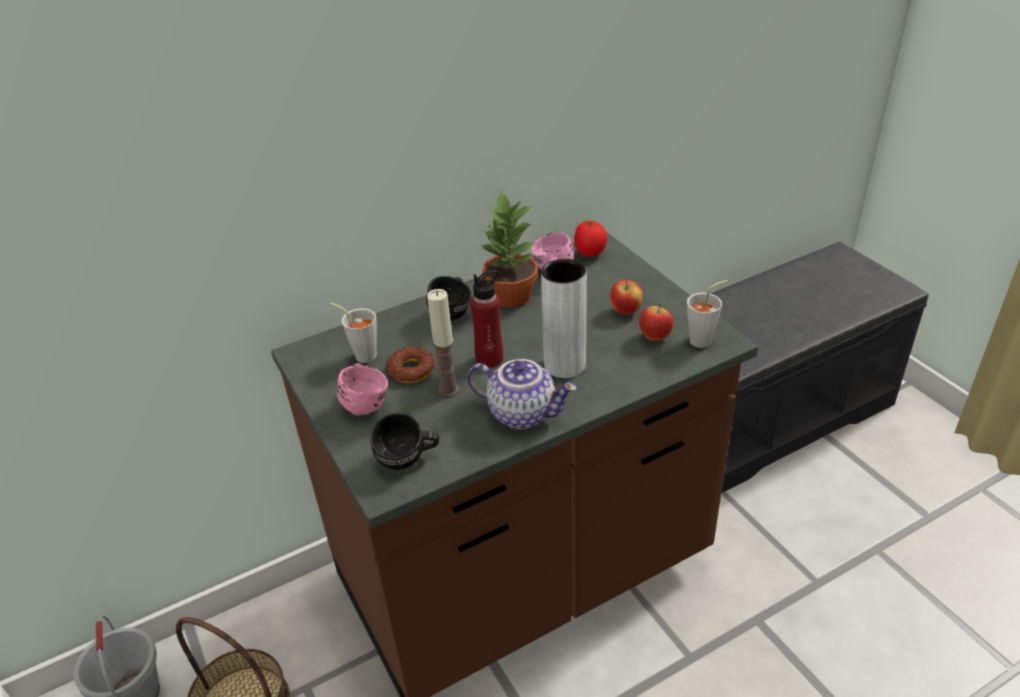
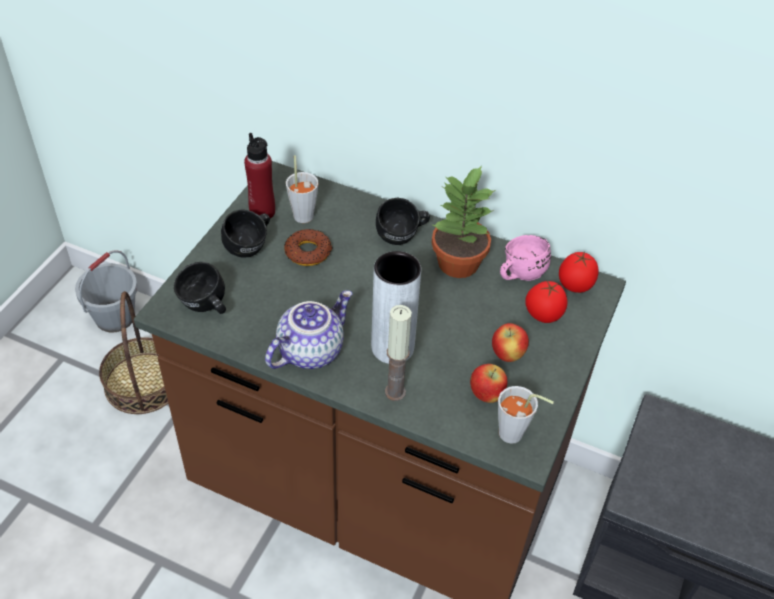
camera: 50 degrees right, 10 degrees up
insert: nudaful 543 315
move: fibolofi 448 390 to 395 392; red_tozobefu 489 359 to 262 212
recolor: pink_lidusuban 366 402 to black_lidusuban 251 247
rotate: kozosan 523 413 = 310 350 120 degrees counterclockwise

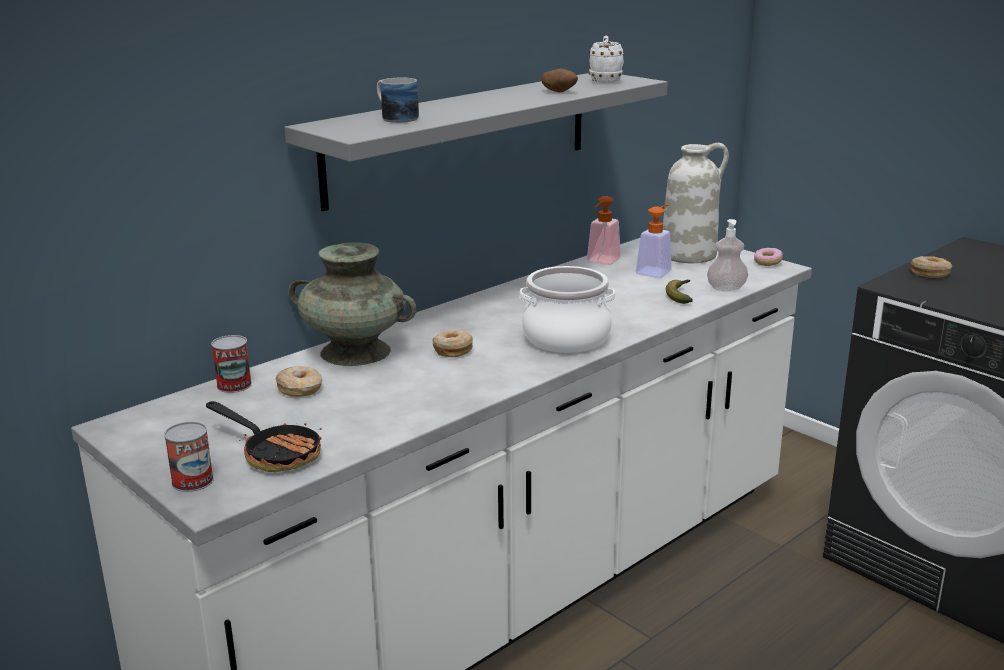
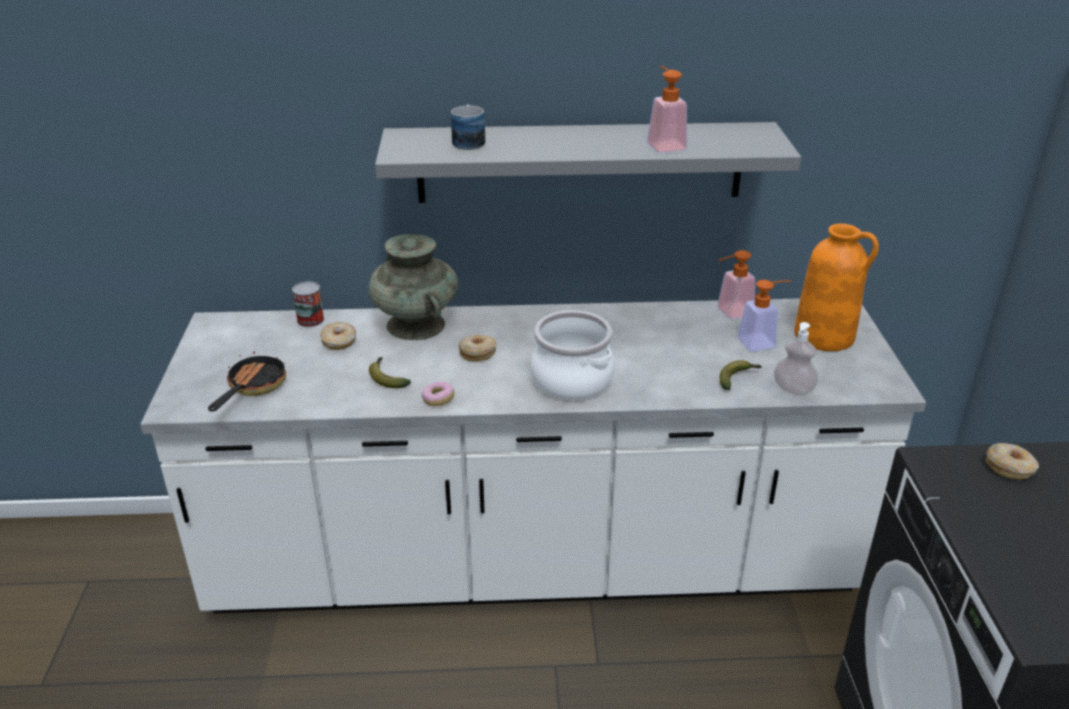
camera: 40 degrees right, 10 degrees up
delete: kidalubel 192 481; white_lidusuban 605 80
insert: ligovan 387 377
move: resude 767 263 to 438 400
replace: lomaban 559 92 to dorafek 663 144
recolor: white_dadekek 689 254 to orange_dadekek 825 336
rotate: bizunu 274 453 = 252 387 150 degrees counterclockwise

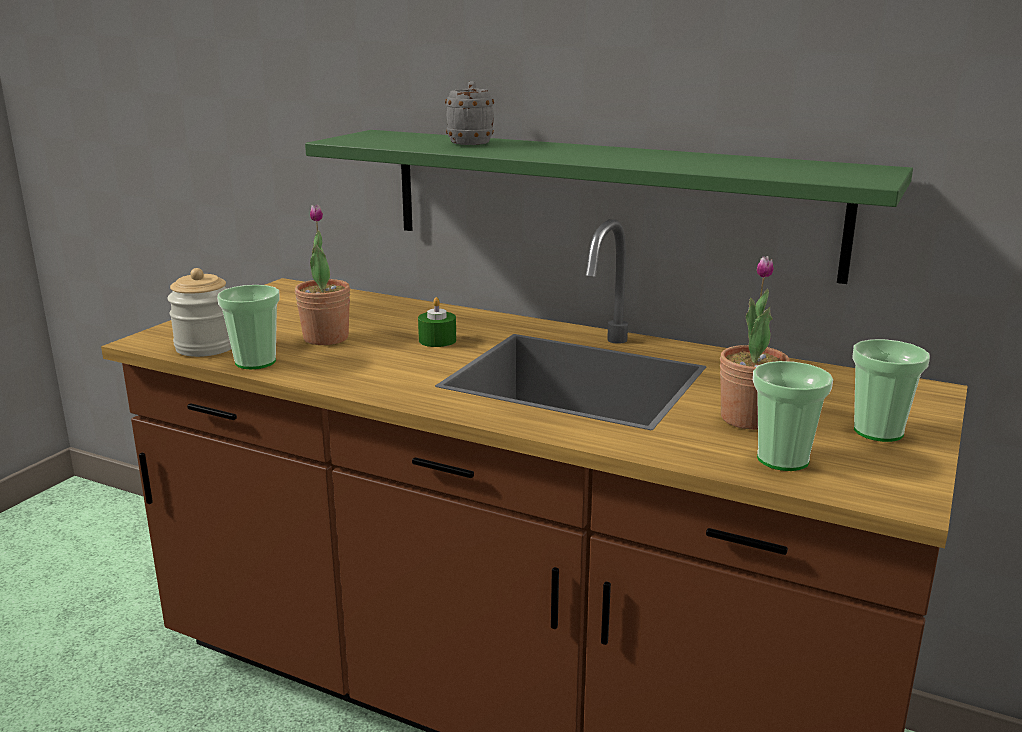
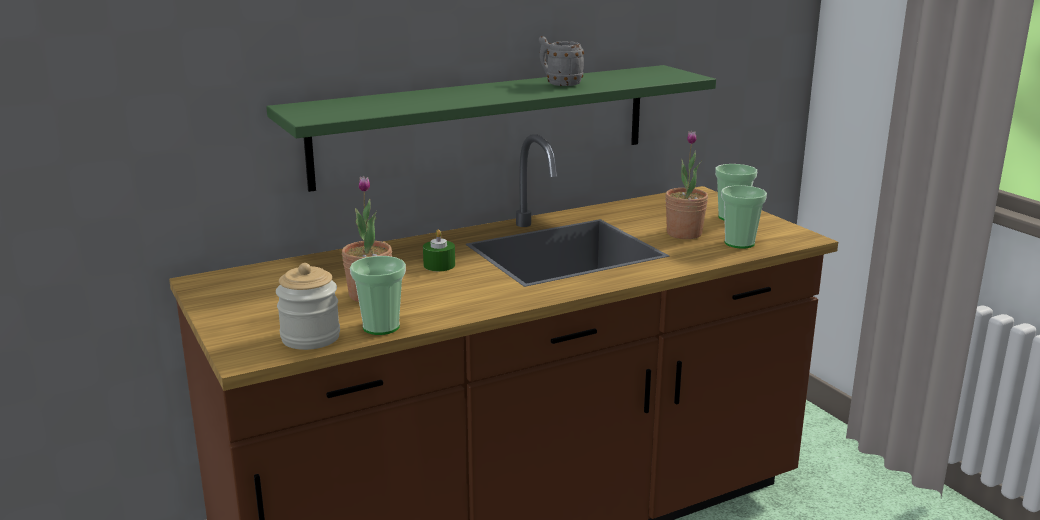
camera: 55 degrees left, 0 degrees up
move: grey_lidusuban 470 142 to 559 83

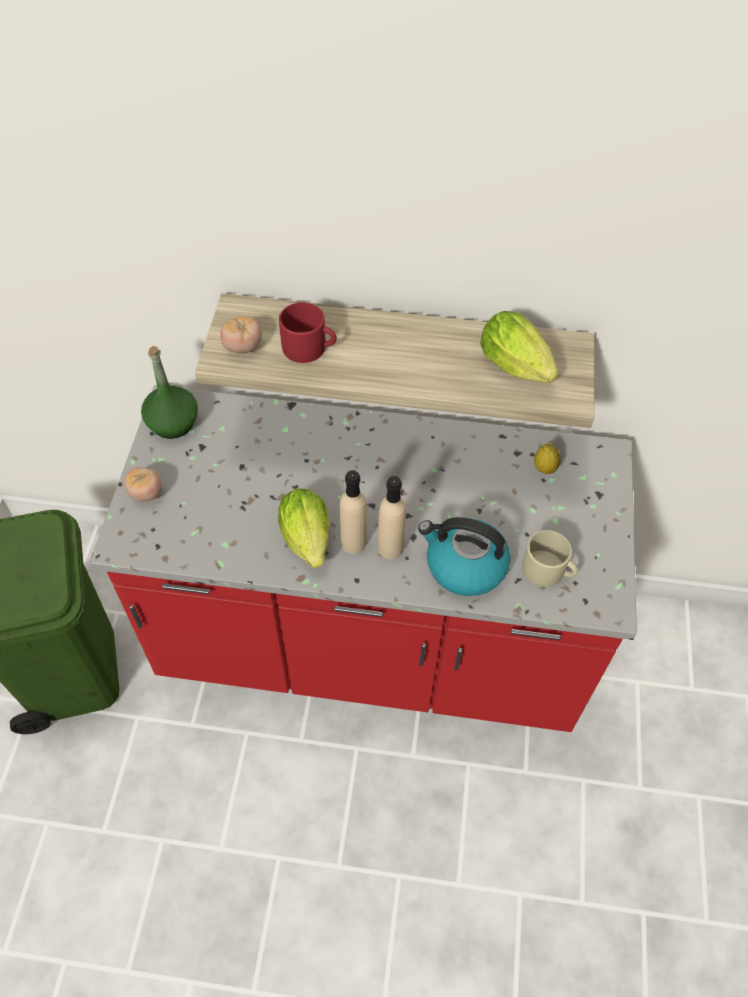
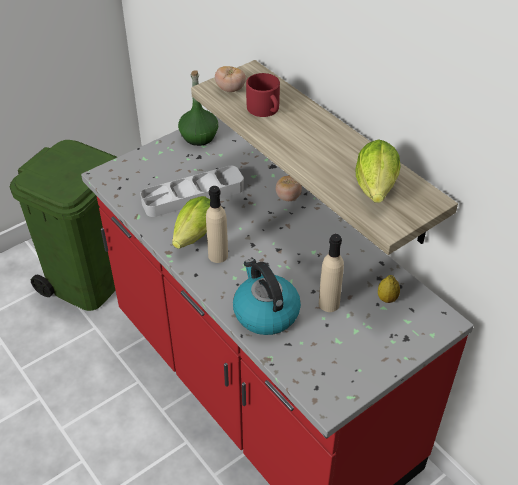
camera: 45 degrees right, 10 degrees down
delete: beige_lidusuban 548 571
insert: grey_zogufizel 193 195
move: nudaful 146 493 to 288 197; beige_tozobefu 390 548 to 329 303

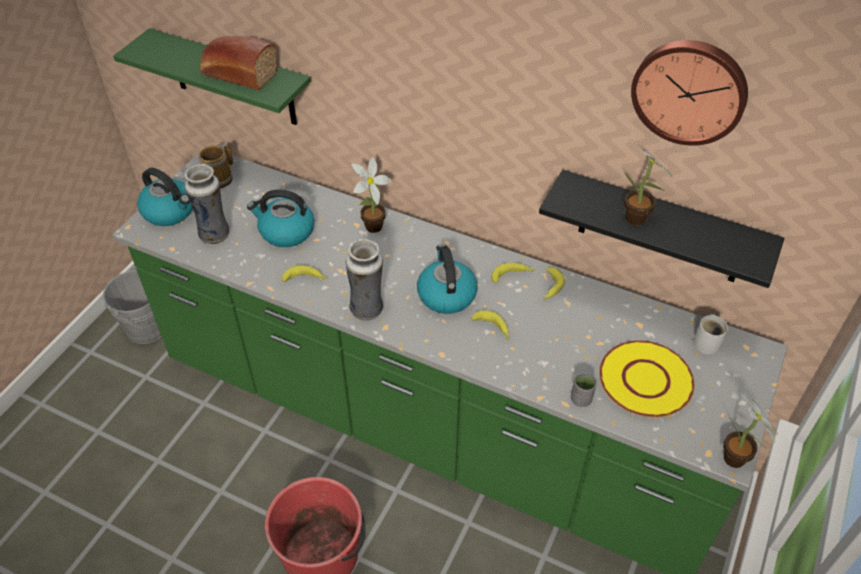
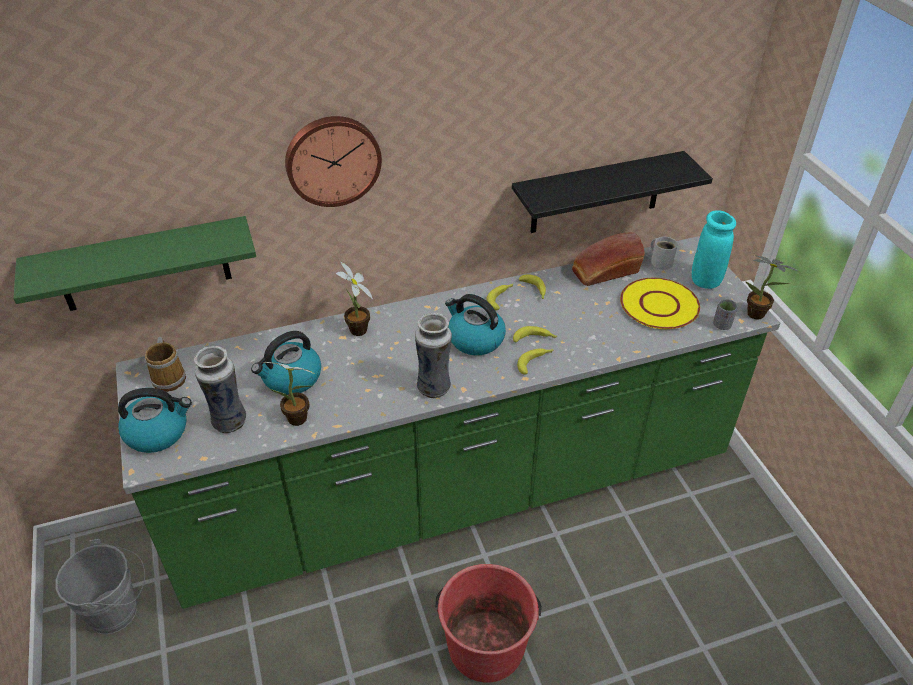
camera: 45 degrees left, 5 degrees down
insert: turquoise_dadekek 705 280
move: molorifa 237 74 to 604 272; ligovan 306 279 to 535 362; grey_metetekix 581 399 to 722 325; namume 637 221 to 300 420; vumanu 690 90 to 332 159

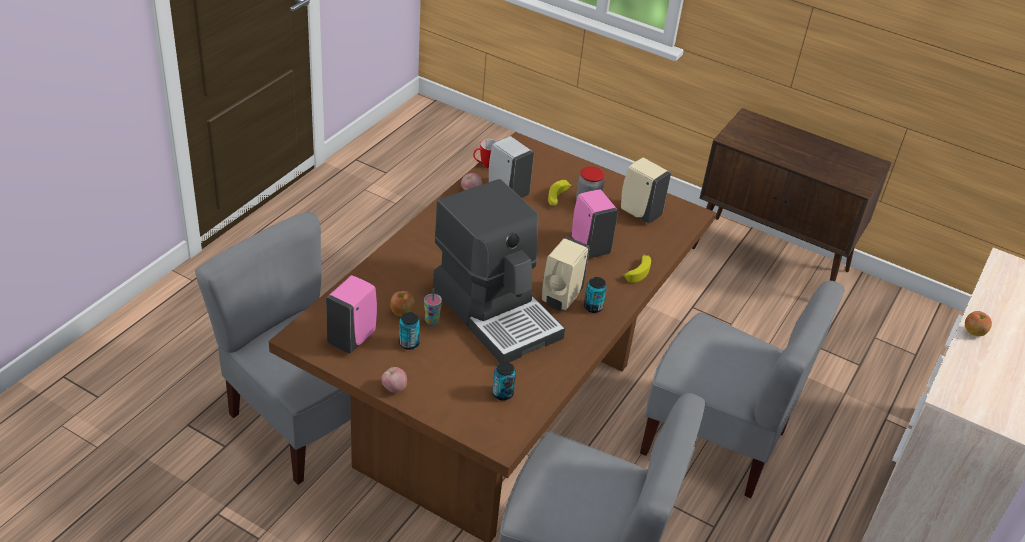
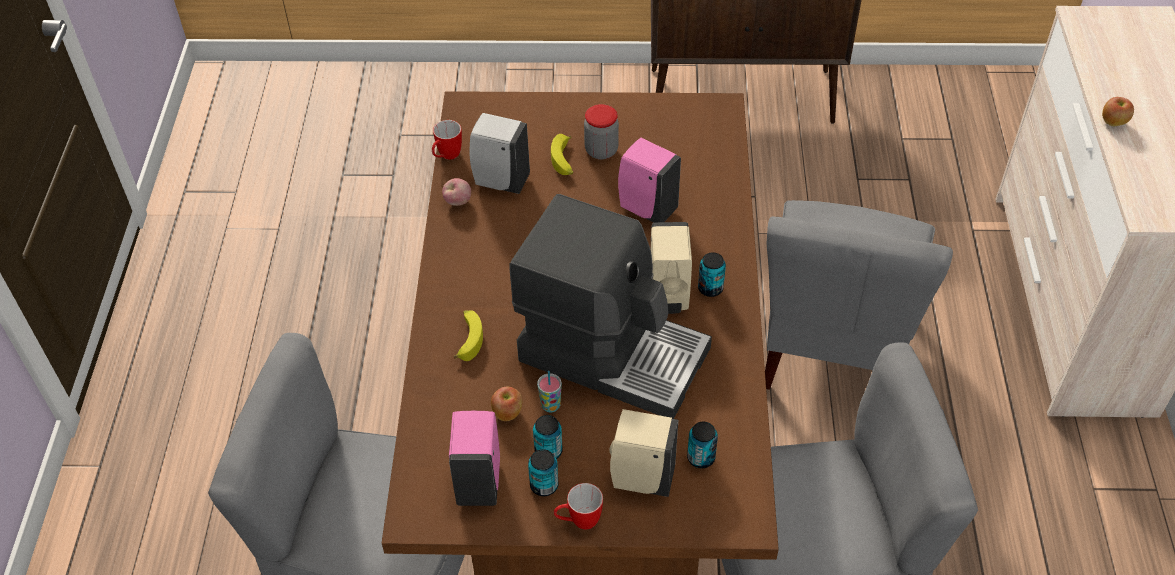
camera: 25 degrees left, 10 degrees up
insert: kidalubel 544 485
move: beige_dorafek 639 213 to 640 478; ligovan 637 271 to 468 338
replace: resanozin 394 388 to lidusuban 578 521
rotate: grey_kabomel 715 441 = 833 347 105 degrees clockwise

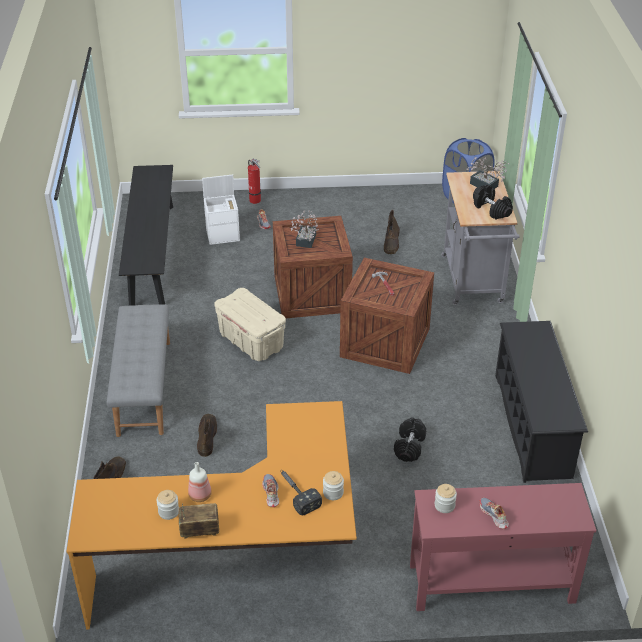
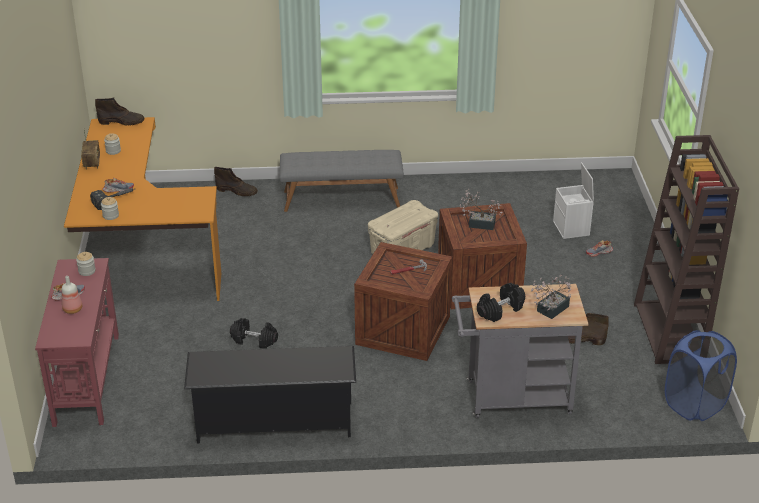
camera: 90 degrees right, 5 degrees down
delete: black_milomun 152 254; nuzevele 256 201
insert: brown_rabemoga 670 333
move: tozobefu 200 495 to 73 309; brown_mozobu 207 437 to 122 122

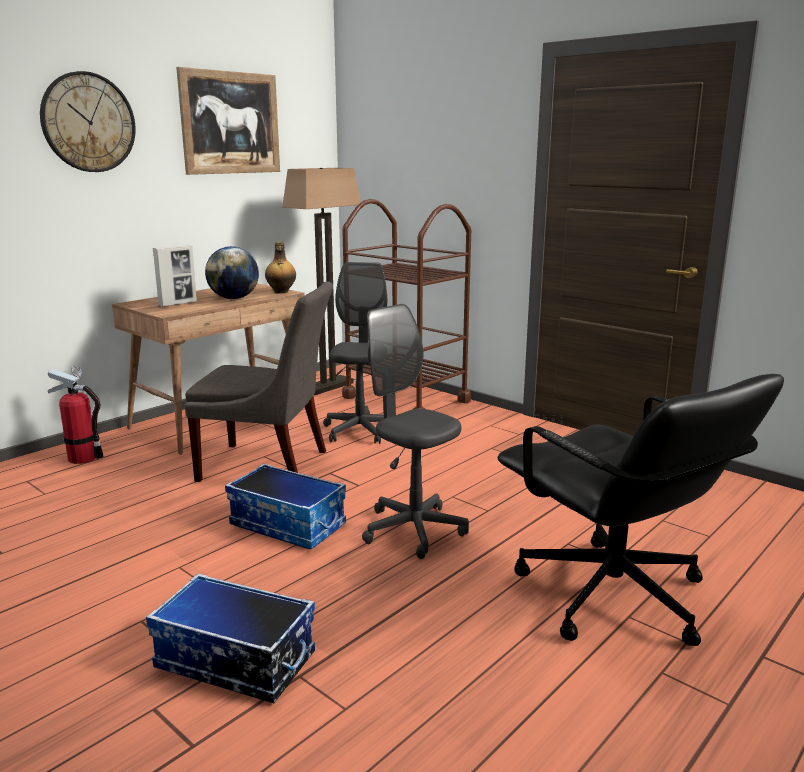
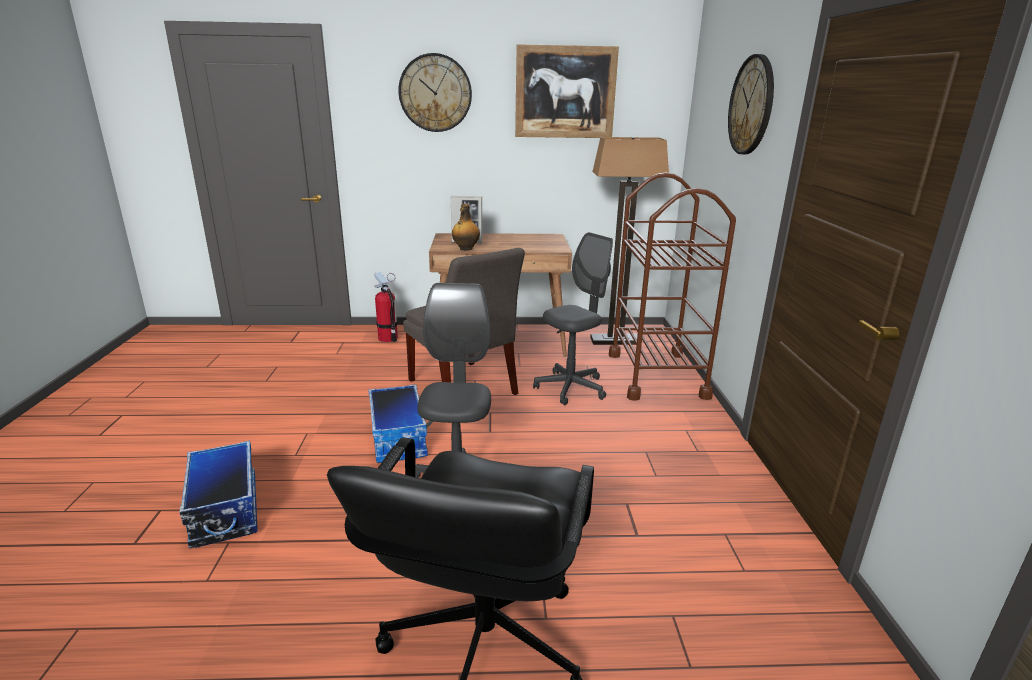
camera: 45 degrees right, 5 degrees up
delete: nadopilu 234 298
insert: vumanu 751 105
move: tozobefu 281 292 to 465 249

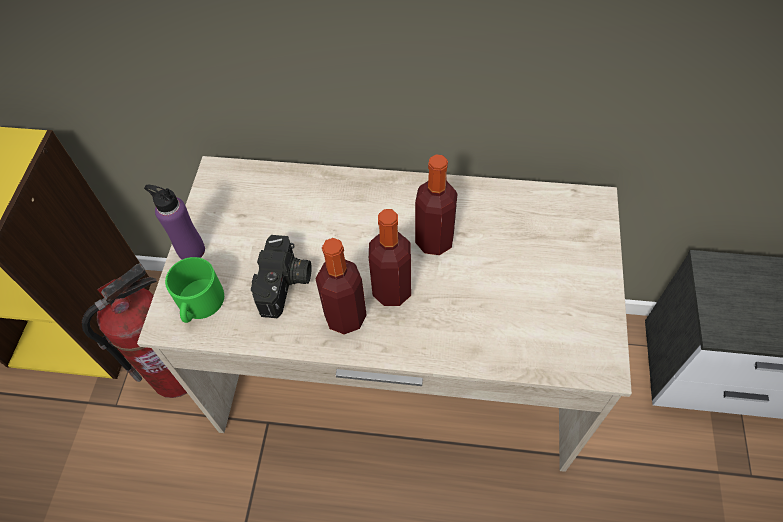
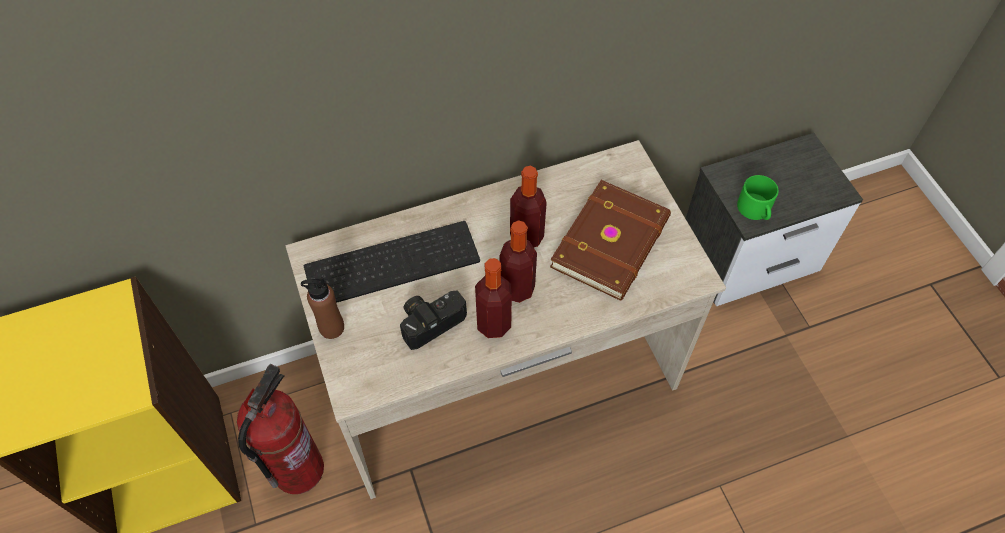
camera: 30 degrees left, 0 degrees up
insert: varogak 393 261; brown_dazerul 613 243
move: green_lidusuban 199 304 to 755 210
recolor: purple_tozobefu 191 250 to brown_tozobefu 331 327
rotate: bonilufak 286 285 = 430 321 105 degrees counterclockwise

